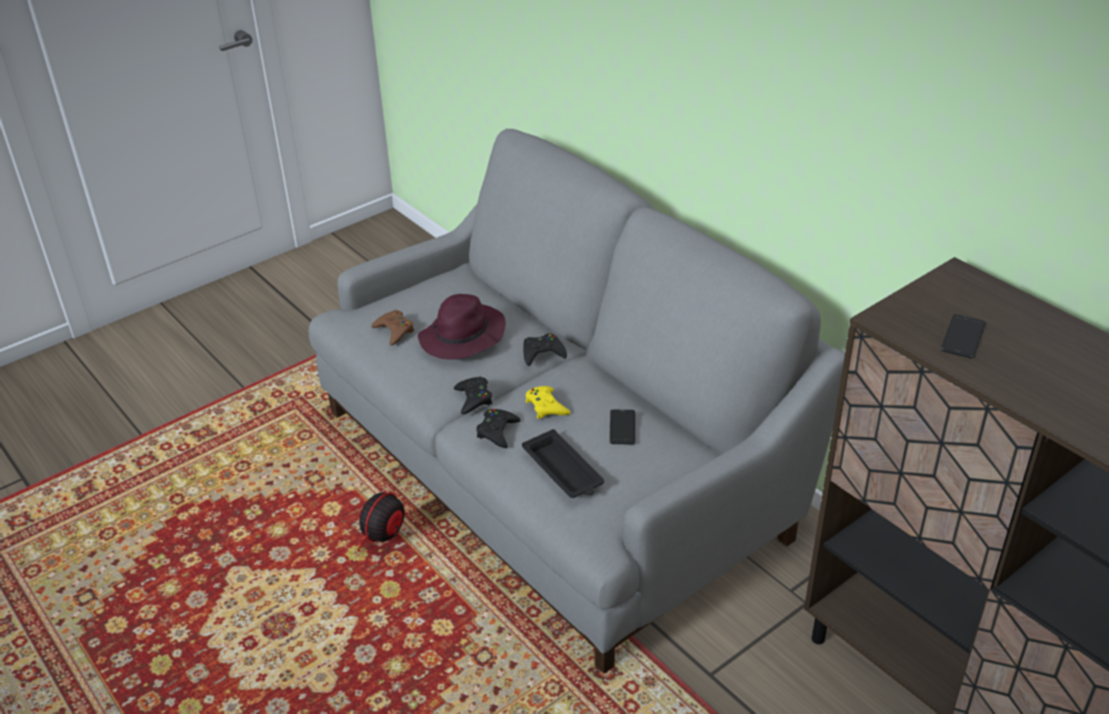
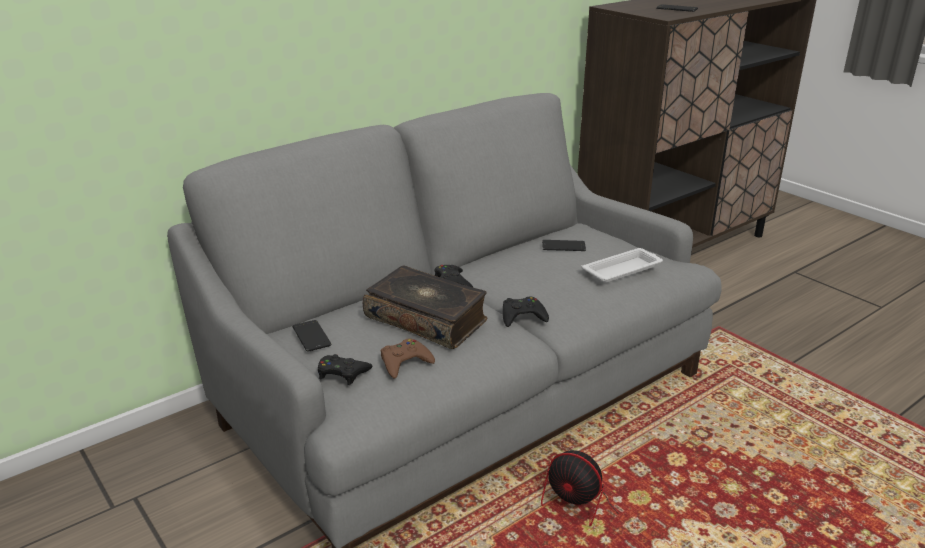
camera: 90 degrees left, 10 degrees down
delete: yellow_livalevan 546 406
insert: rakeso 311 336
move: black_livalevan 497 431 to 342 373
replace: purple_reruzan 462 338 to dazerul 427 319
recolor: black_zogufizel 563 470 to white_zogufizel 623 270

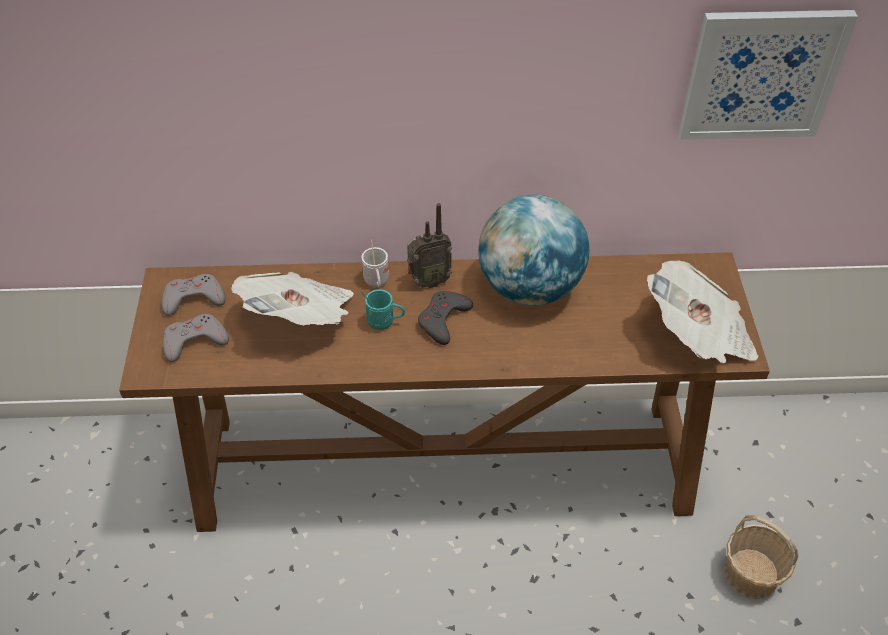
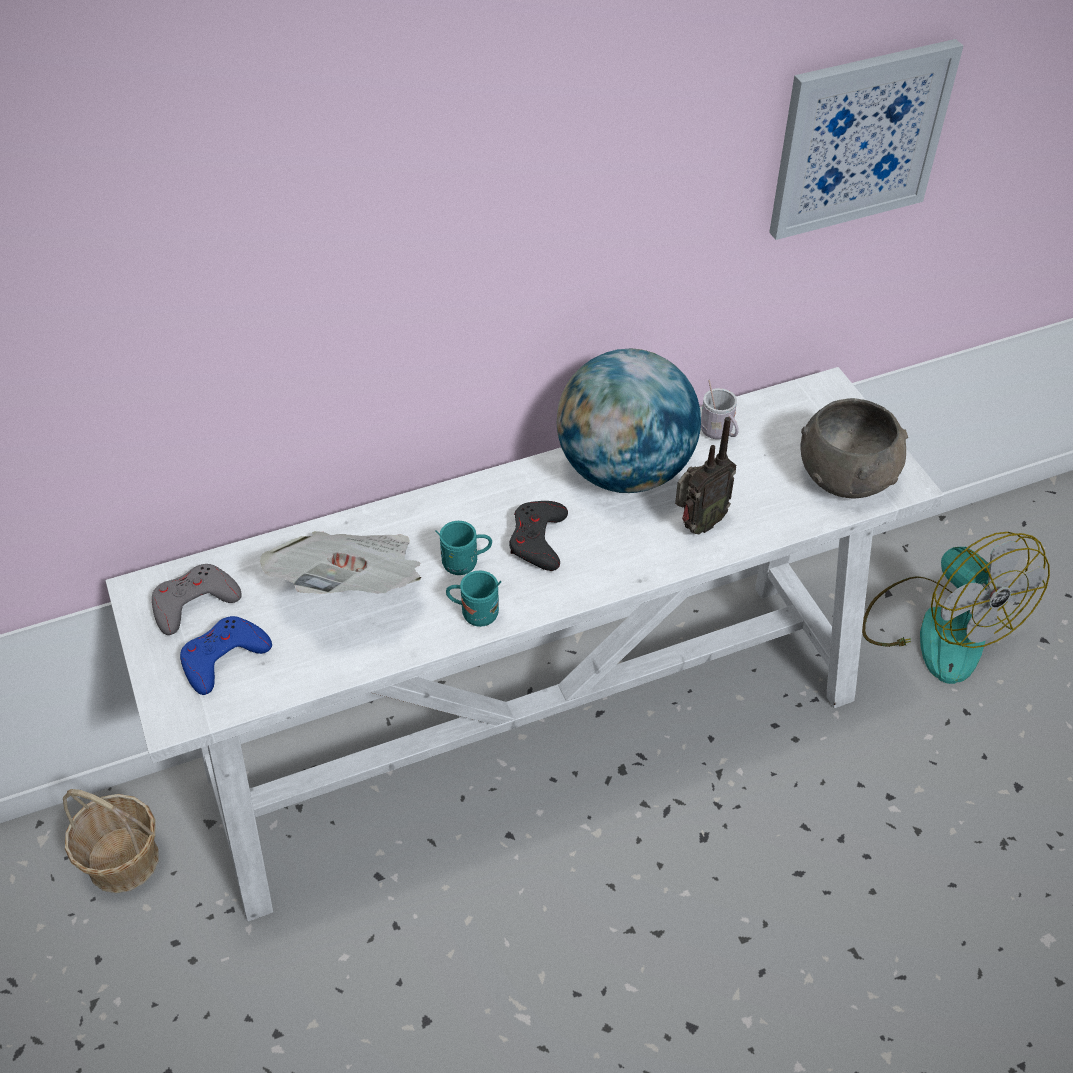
camera: 20 degrees left, 0 degrees up
insert: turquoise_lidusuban 474 614; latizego 937 628
move: white_lidusuban 377 283 to 719 434; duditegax 428 281 to 697 524; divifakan 751 574 to 123 861
replace: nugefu 698 335 to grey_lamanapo 847 475
recolor: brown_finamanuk 446 467 to white_finamanuk 540 734; grey_livalevan 194 341 to blue_livalevan 223 658

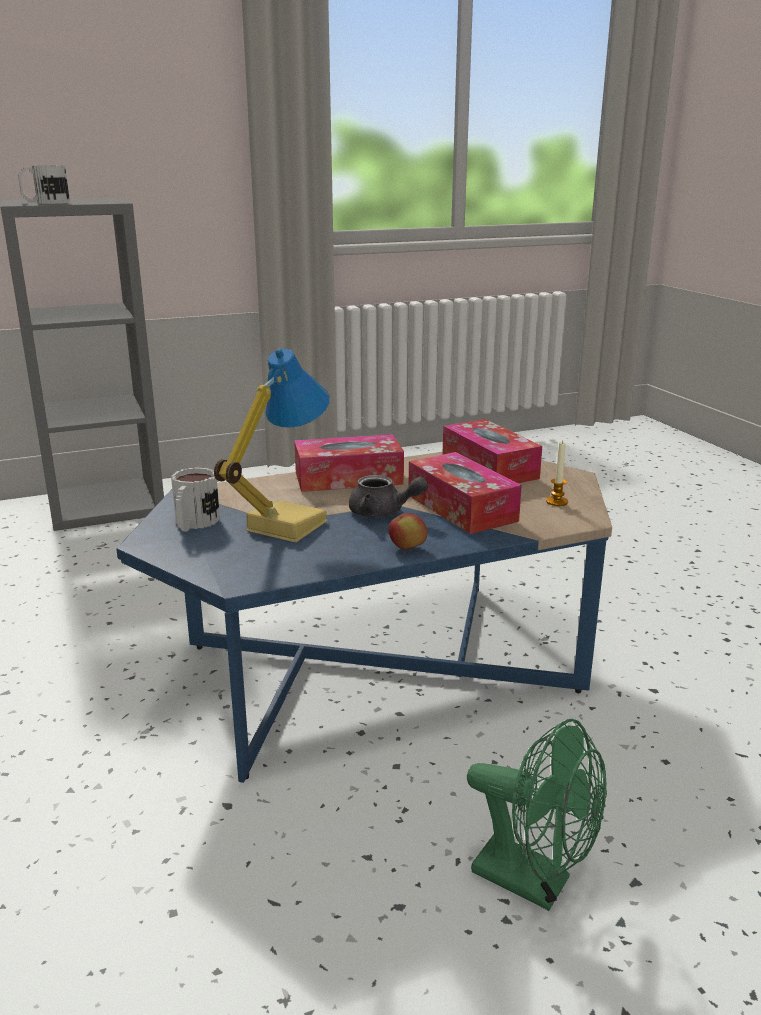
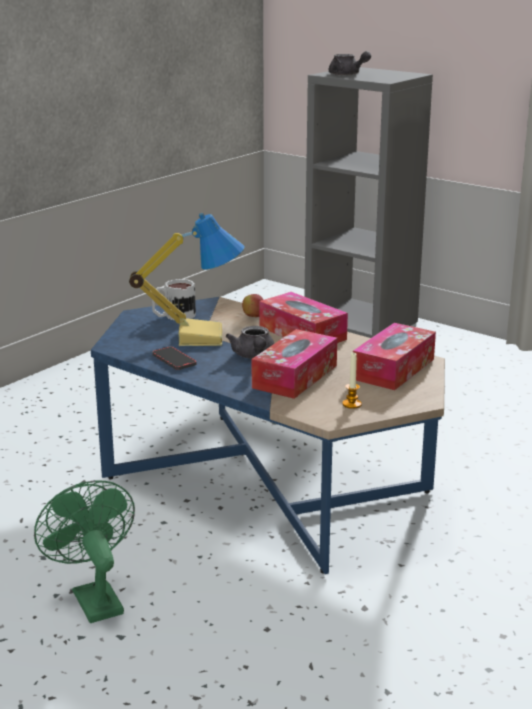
camera: 60 degrees right, 0 degrees up
insert: rakeso 174 360
move: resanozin 407 548 to 253 317
replace: lidusuban 46 202 to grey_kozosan 347 75
rotate: green_latizego 534 882 = 93 598 150 degrees clockwise

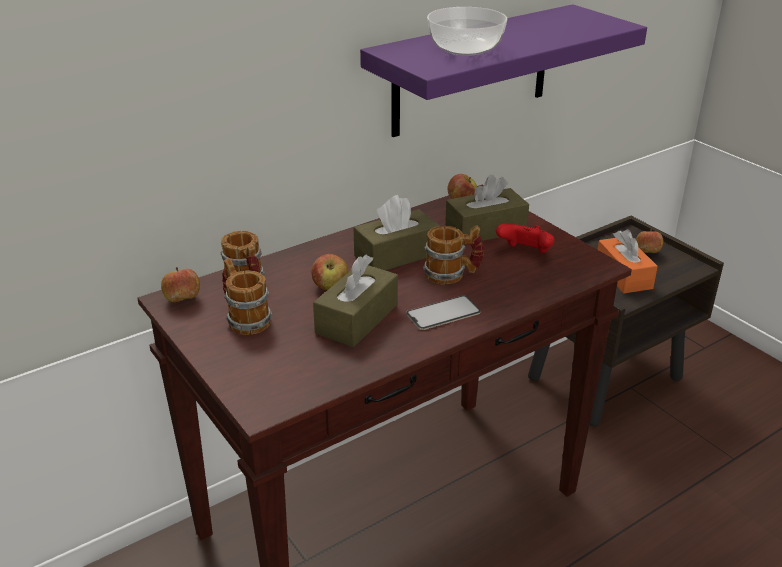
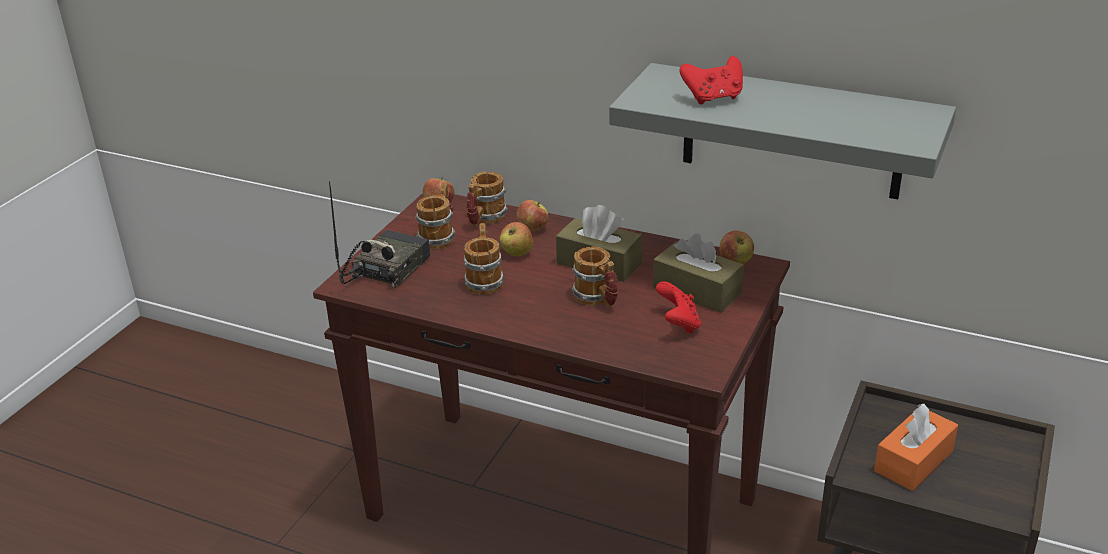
camera: 60 degrees right, 0 degrees up
delete: rakeso 443 313
insert: duditegax 385 268
move: resanozin 647 252 to 532 229
replace: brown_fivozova 357 319 to lidusuban 484 280; lamanapo 466 49 to red_livalevan 713 98
recolor: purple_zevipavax 472 71 to grey_zevipavax 792 132

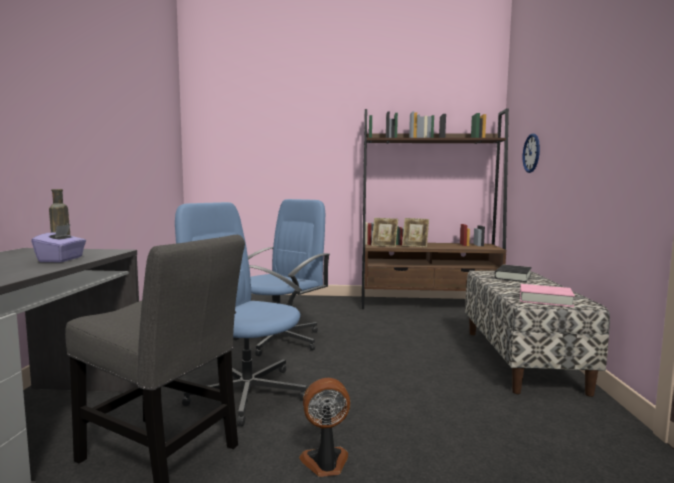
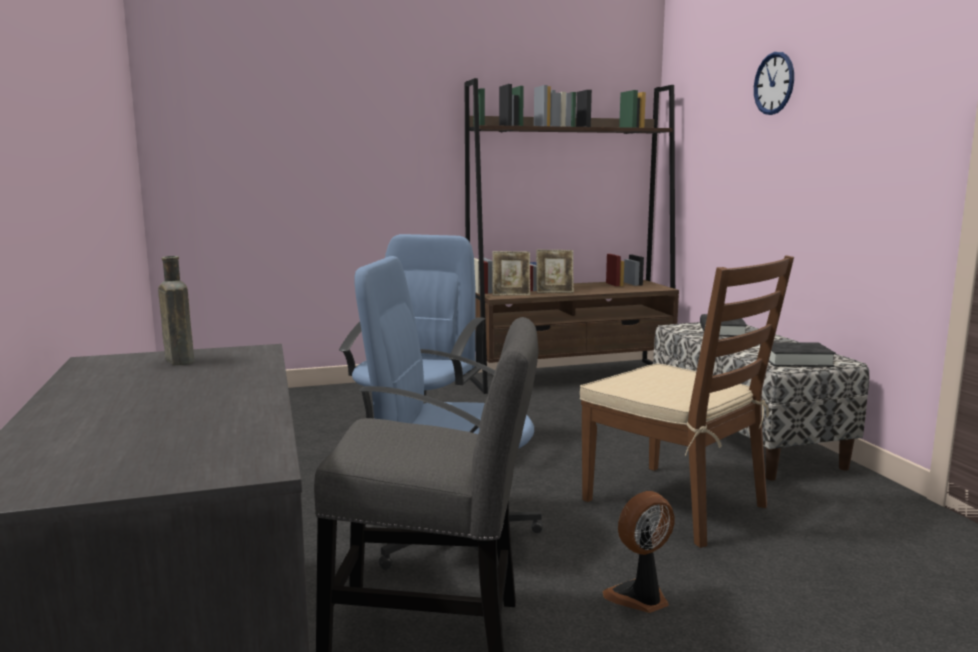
camera: 20 degrees left, 5 degrees up
delete: purple_fivozova 61 259
insert: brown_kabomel 676 503
move: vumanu 531 153 to 774 83
recolor: pink_dazerul 545 300 to black_dazerul 795 360

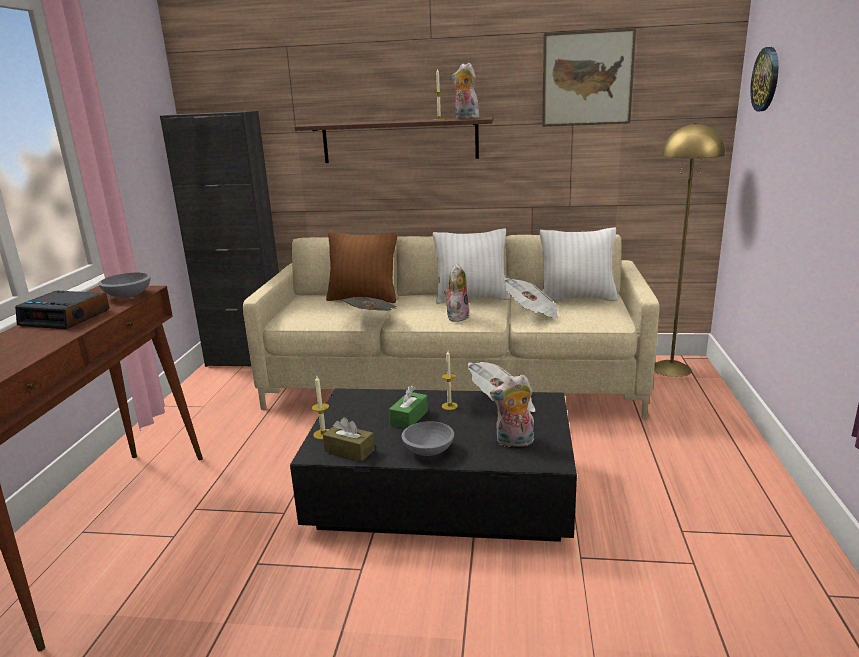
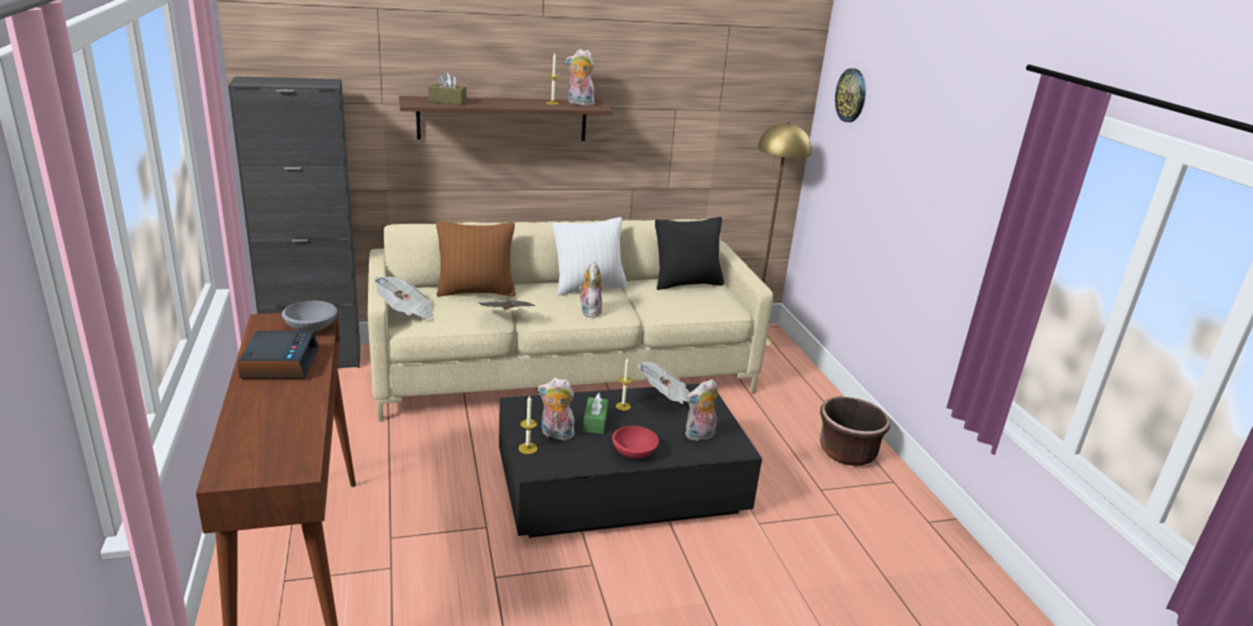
camera: 25 degrees left, 5 degrees up
delete: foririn 587 79
insert: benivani 555 434; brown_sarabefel 846 452
move: brown_fivozova 349 450 to 447 101; nugefu 532 313 to 406 312
recolor: grey_lamanapo 429 450 to red_lamanapo 635 452; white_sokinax 577 298 to black_sokinax 686 283
rotate: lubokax 66 317 = 279 363 90 degrees counterclockwise

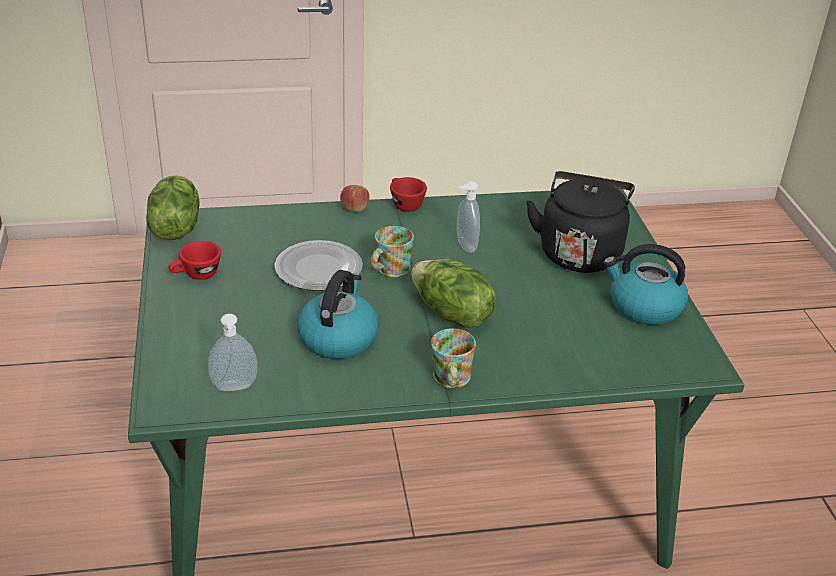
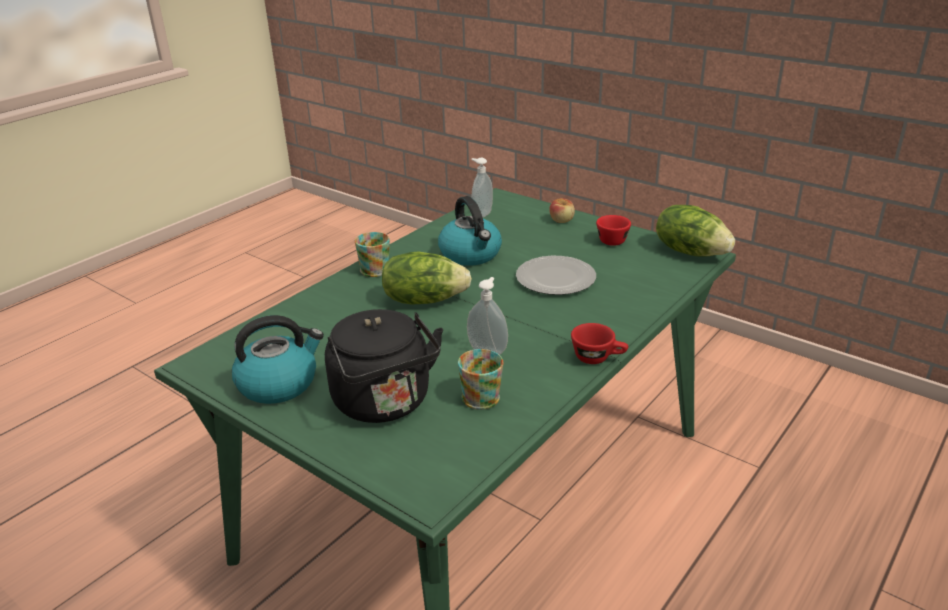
camera: 140 degrees right, 5 degrees down
move: resanozin 354 208 to 562 220; lidusuban 389 270 to 482 394

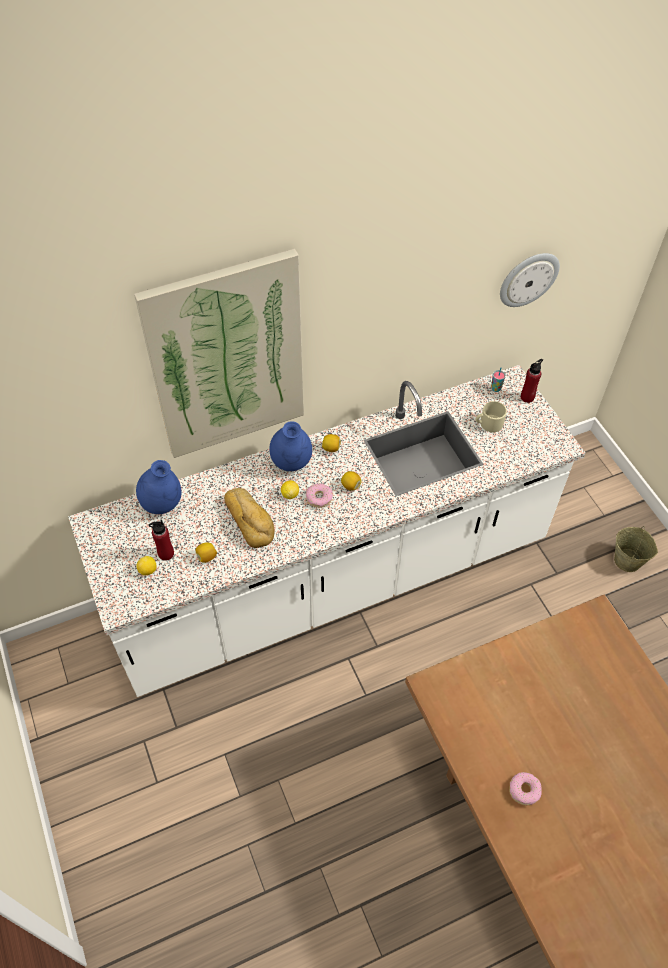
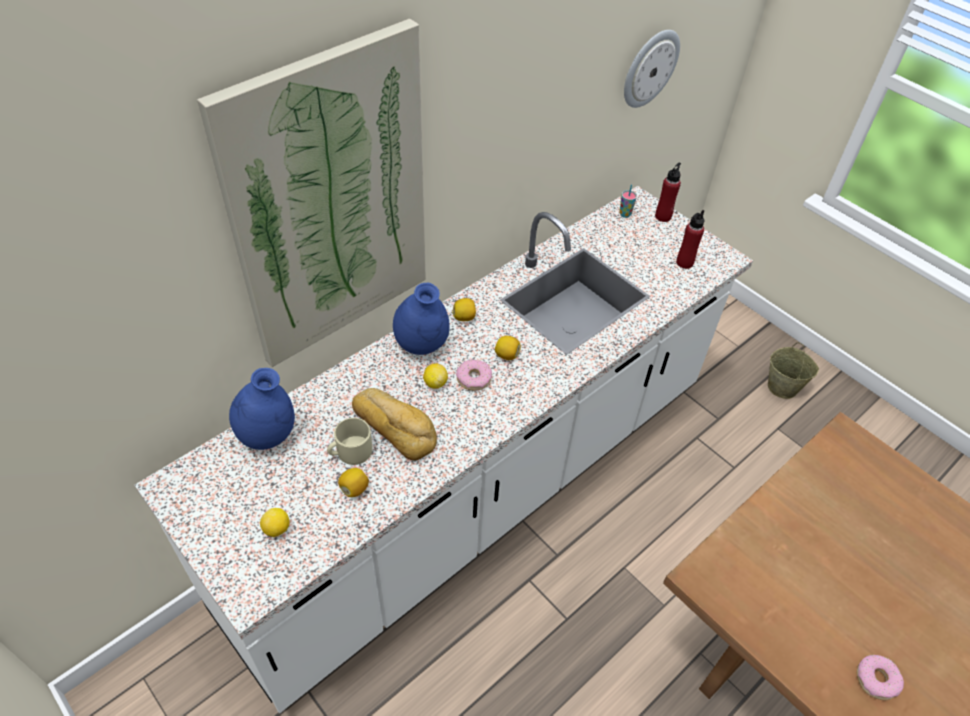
camera: 20 degrees left, 5 degrees down
move: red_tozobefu 166 553 to 684 262; beige_lidusuban 488 423 to 350 452

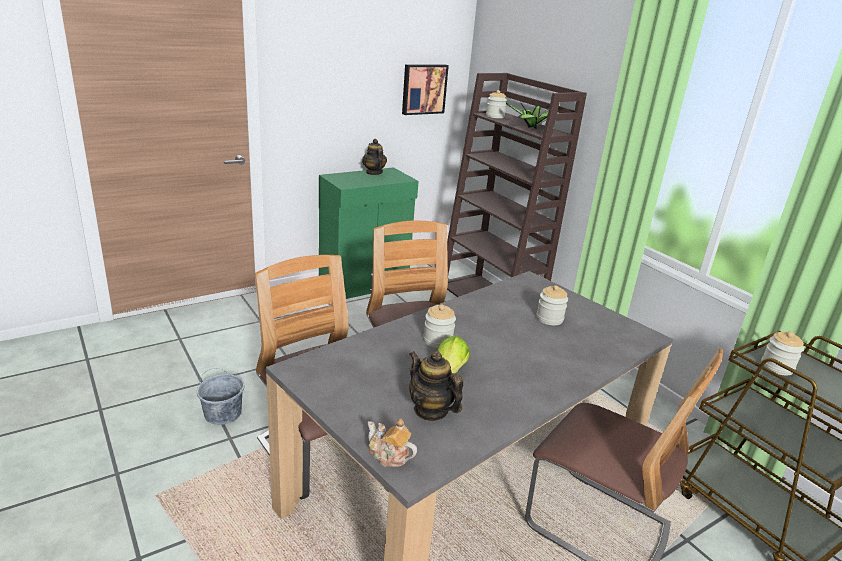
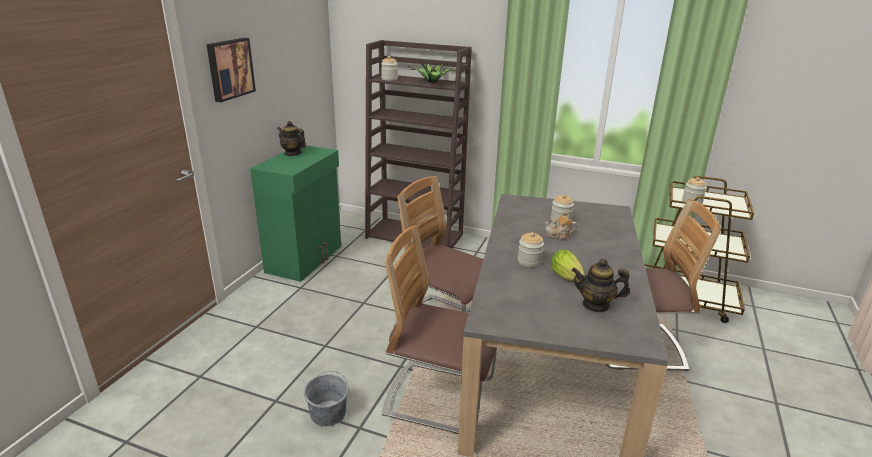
camera: 35 degrees left, 0 degrees up
move: kozosan 388 456 to 559 235; foririn 423 89 to 229 69

